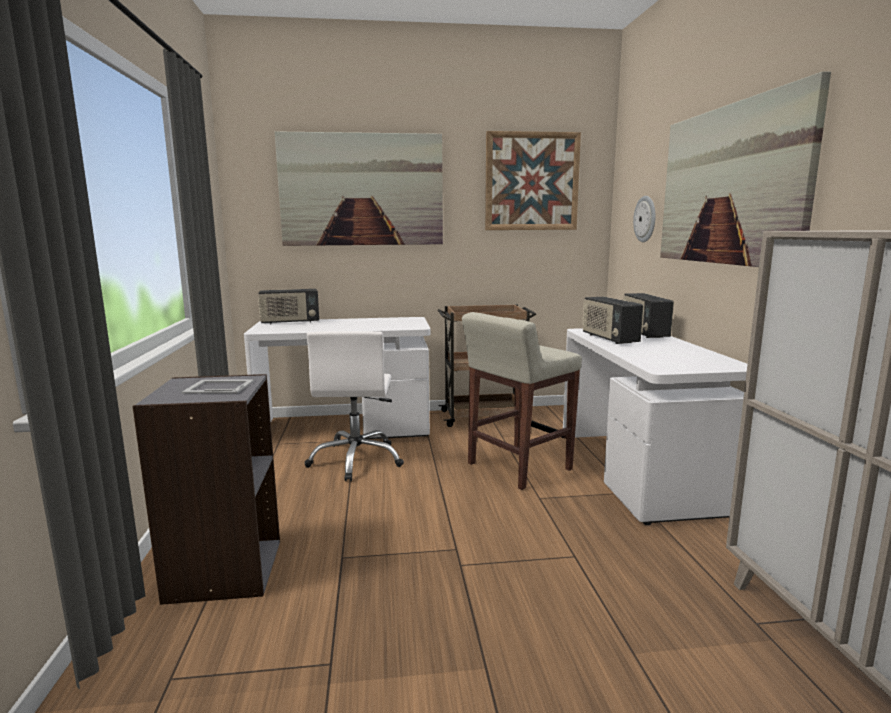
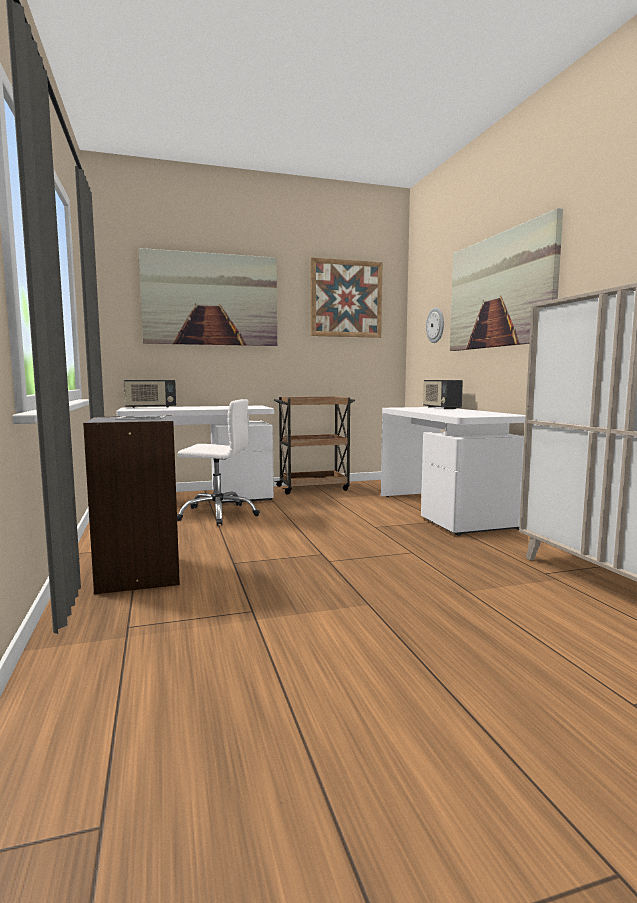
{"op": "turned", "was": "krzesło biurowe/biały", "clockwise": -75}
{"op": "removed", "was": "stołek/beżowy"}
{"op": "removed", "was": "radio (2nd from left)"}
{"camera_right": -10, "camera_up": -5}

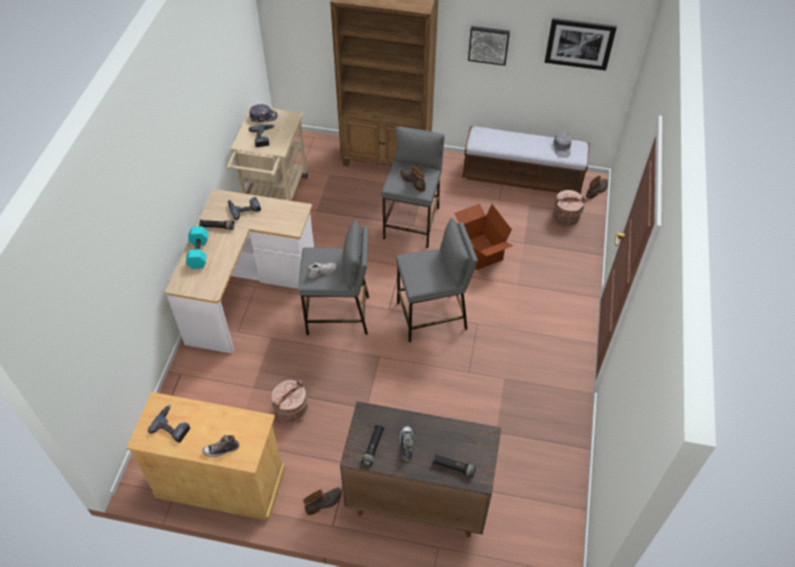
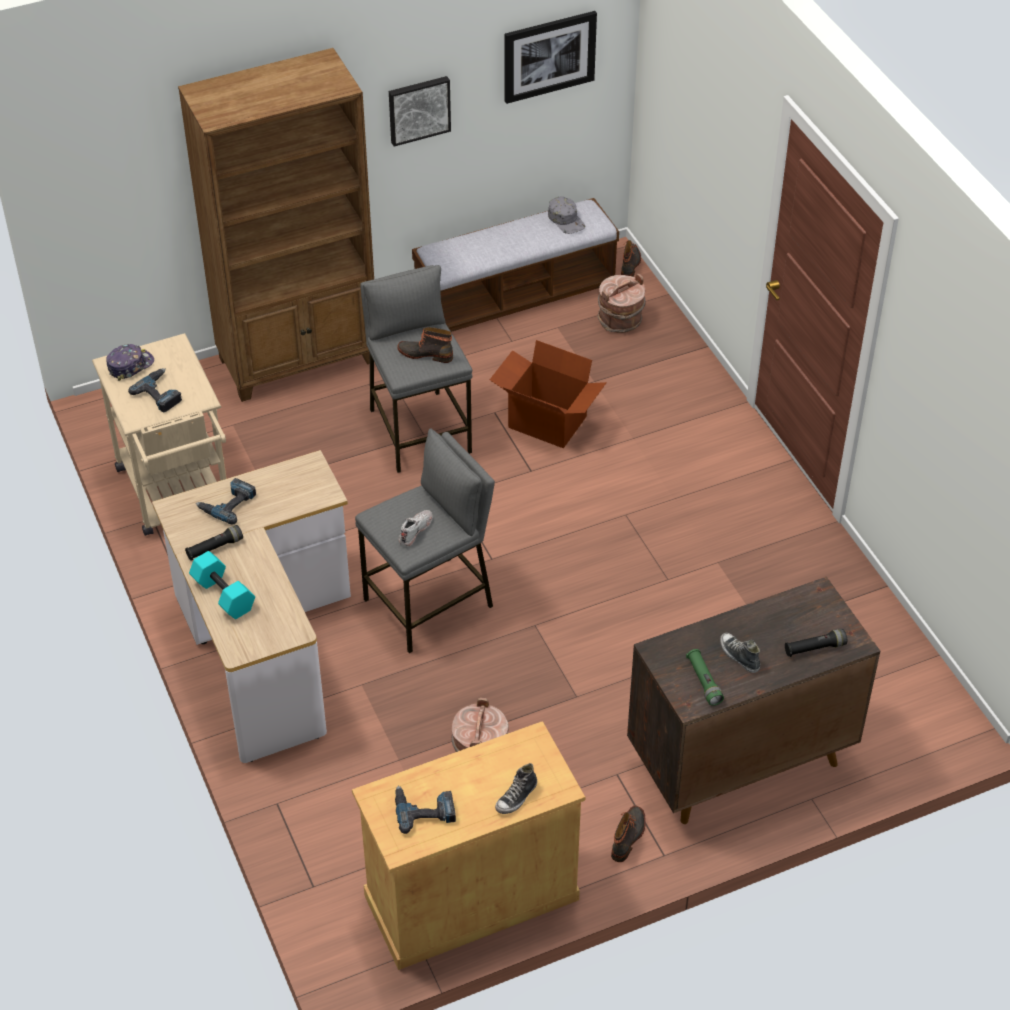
{"op": "recoloured", "was": "latarka/czarny (2nd from left)", "now": "latarka/zielony"}
{"op": "removed", "was": "stołek/szary (3rd from left)"}
{"camera_right": -35, "camera_up": -5}

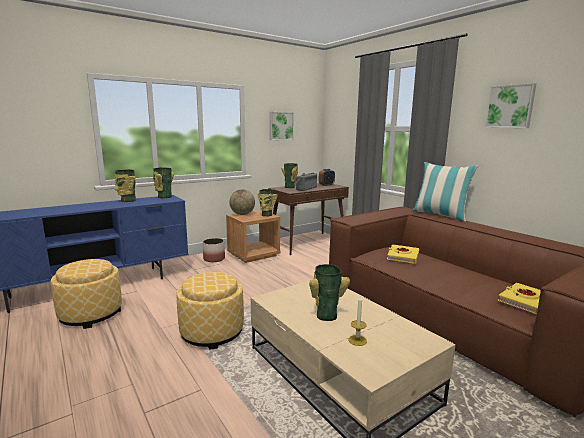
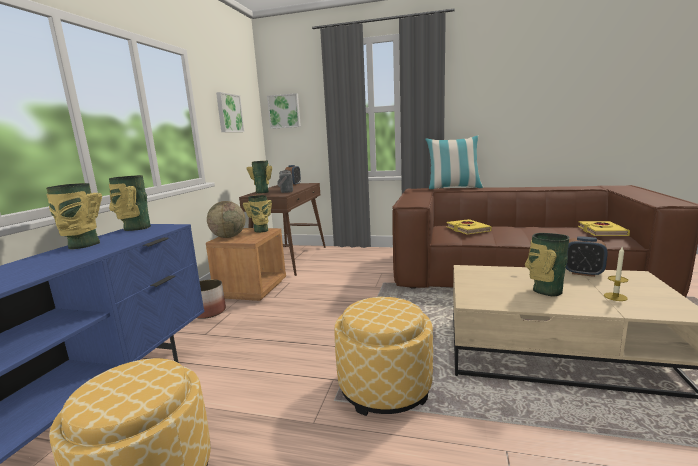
{"op": "moved", "was": "obraz (2nd from left)"}
{"op": "added", "now": "budzik (2nd from left)"}
{"camera_right": -40, "camera_up": 0}

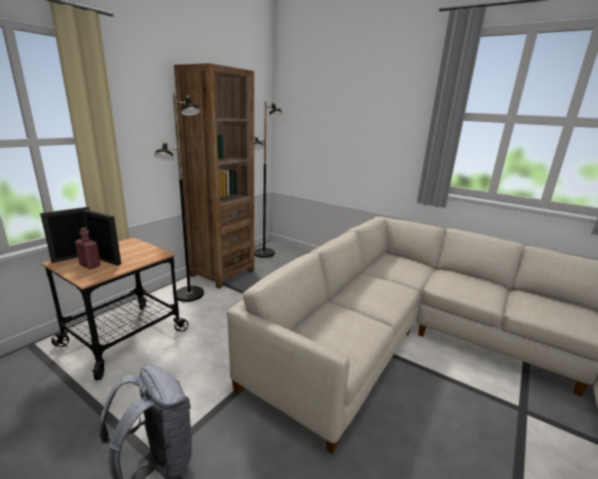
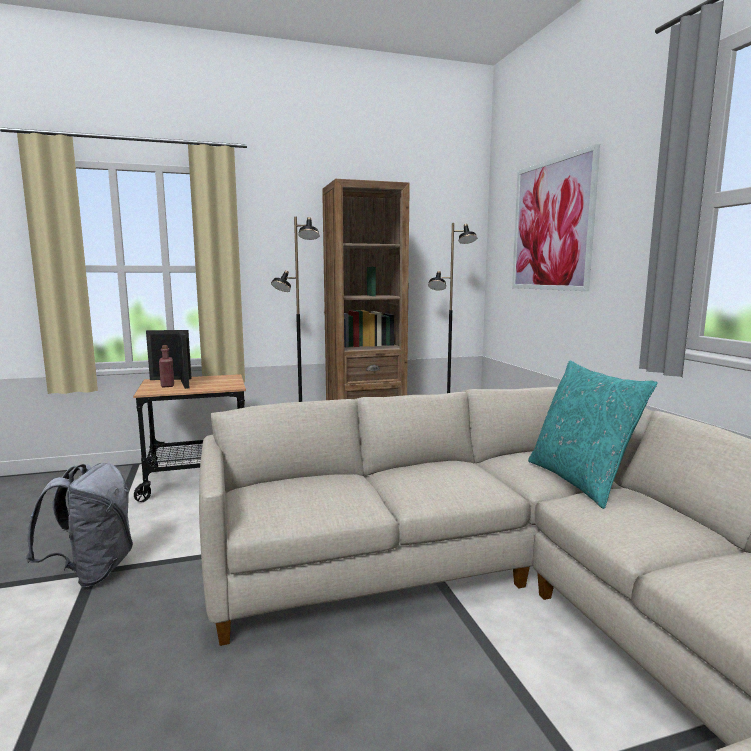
{"op": "added", "now": "obraz"}
{"op": "added", "now": "poduszka/turkusowy"}
{"camera_right": 40, "camera_up": -10}

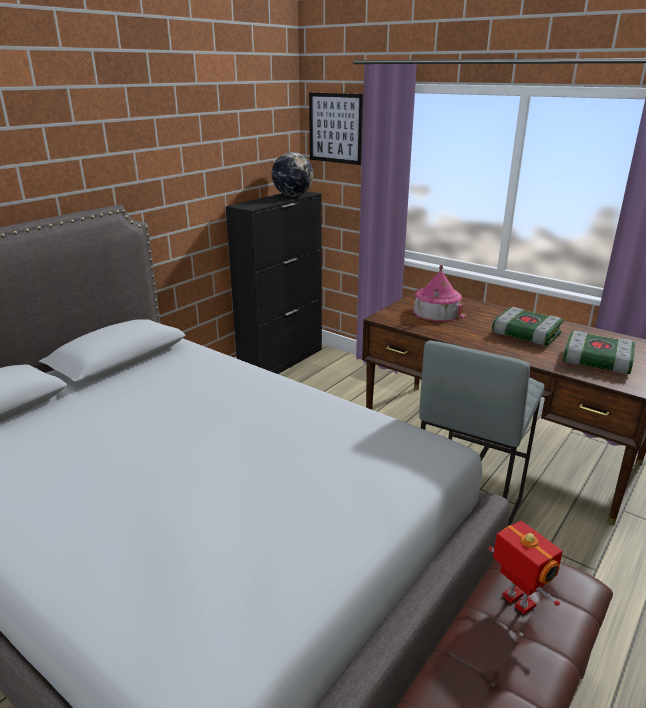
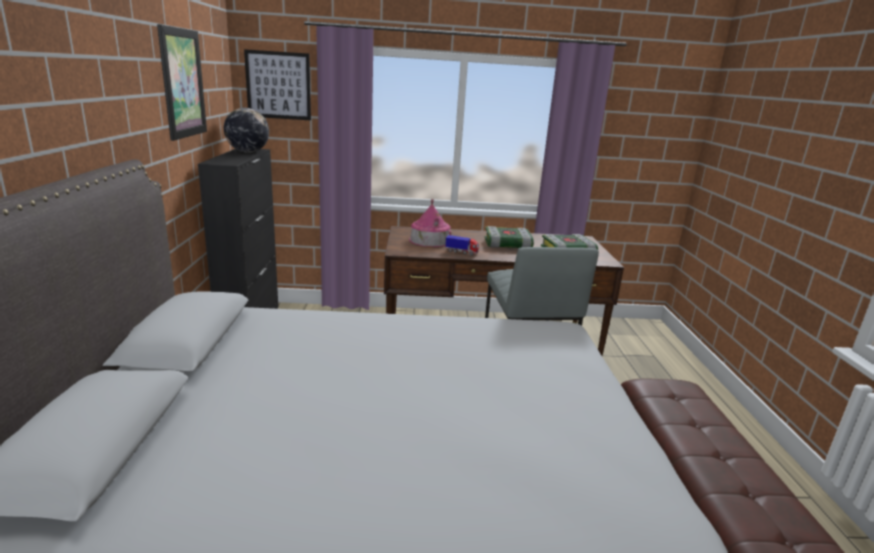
{"op": "removed", "was": "robot zabawkowy"}
{"op": "added", "now": "obraz (1st from left)"}
{"op": "added", "now": "ciężarówka zabawkowa"}
{"camera_right": -40, "camera_up": -5}

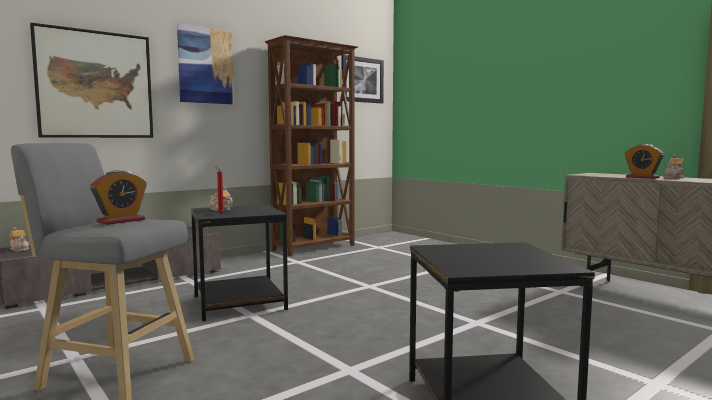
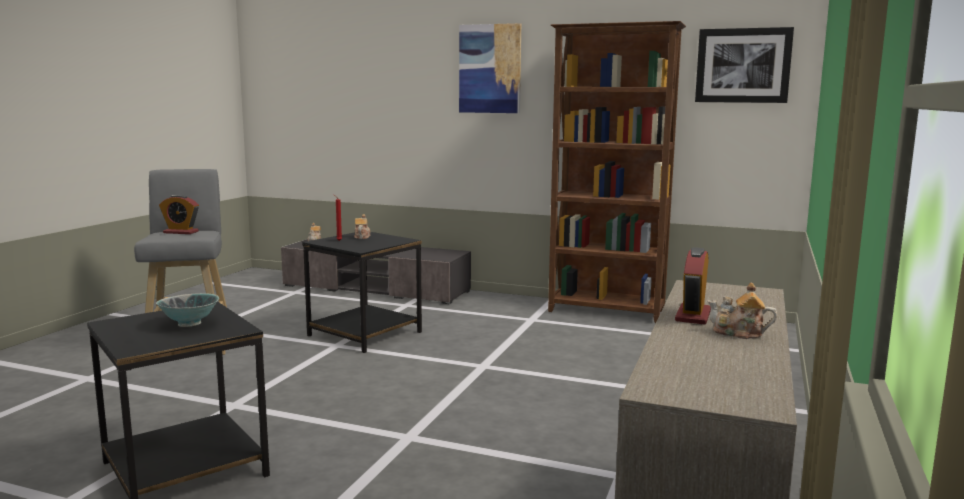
{"op": "removed", "was": "obraz (1st from left)"}
{"op": "added", "now": "miska"}
{"camera_right": 60, "camera_up": 5}

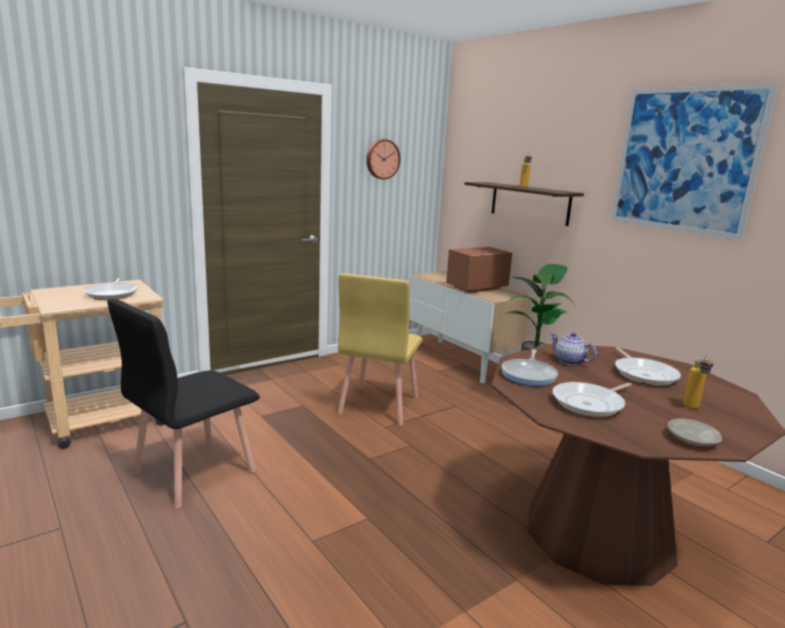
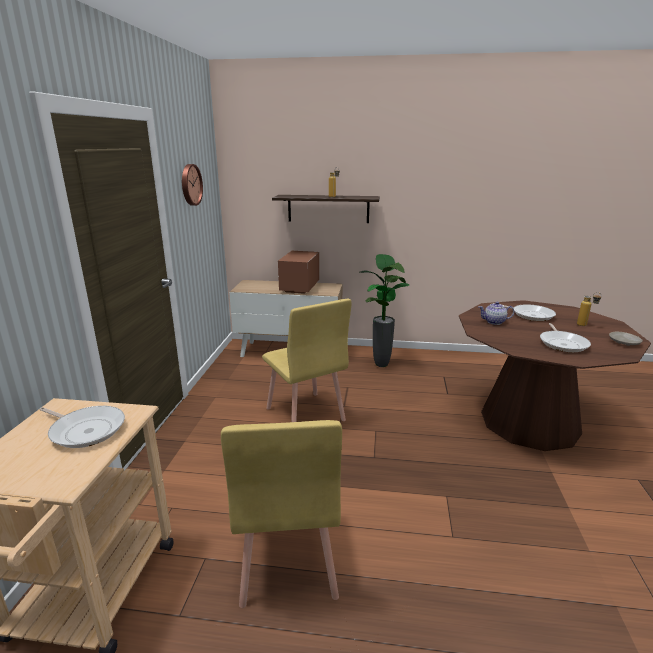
{"op": "recoloured", "was": "krzesło/czarny", "now": "krzesło/żółty (1st from left)"}
{"op": "removed", "was": "patelnia (2nd from left)"}
{"op": "removed", "was": "obraz"}
{"camera_right": -45, "camera_up": 5}

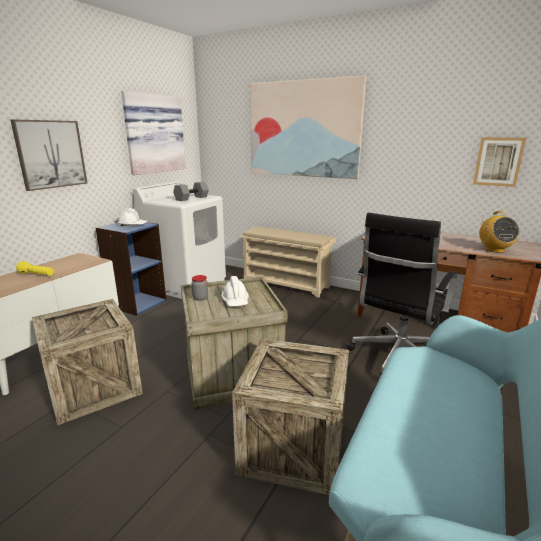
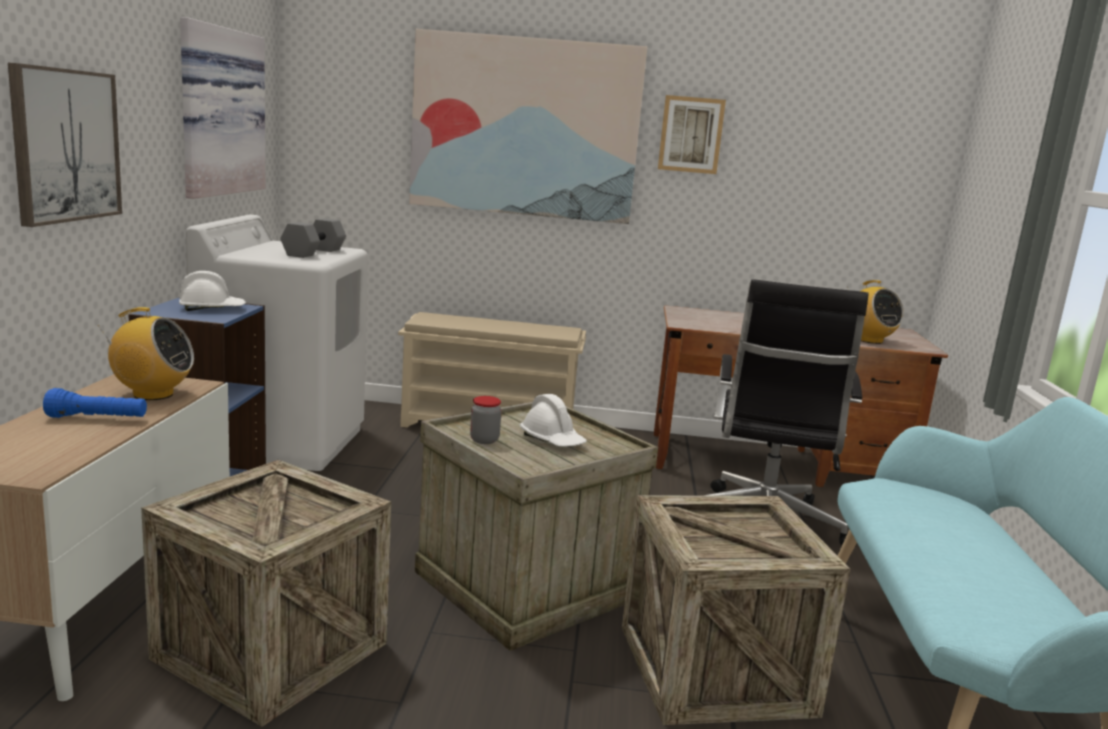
{"op": "recoloured", "was": "latarka/żółty", "now": "latarka/niebieski"}
{"op": "moved", "was": "obraz (4th from left)"}
{"op": "added", "now": "radio (1st from left)"}
{"camera_right": -25, "camera_up": -5}

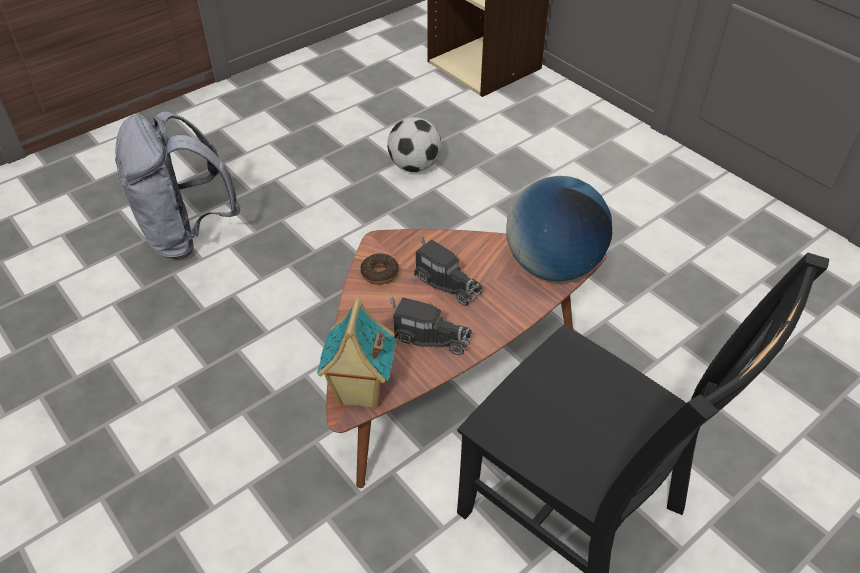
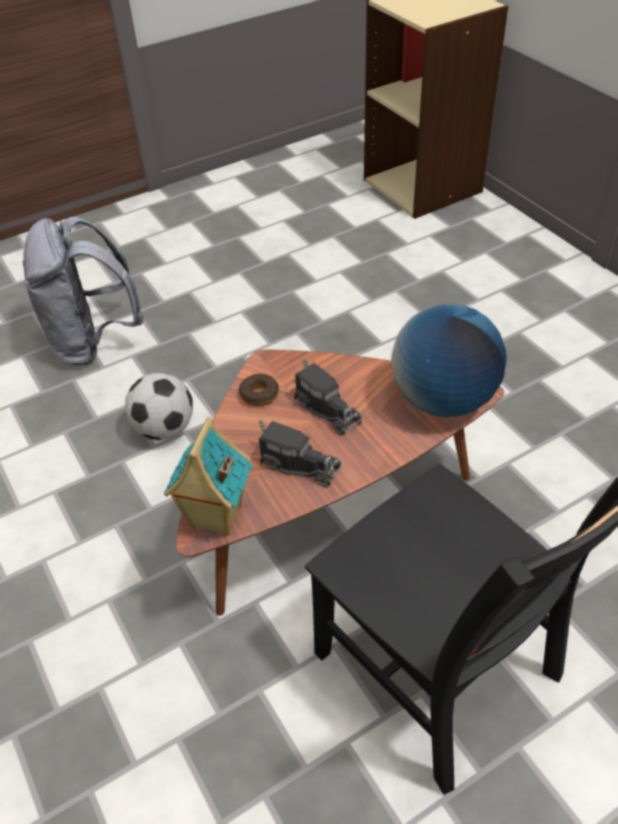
{"op": "moved", "was": "piłka futbolowa"}
{"camera_right": 10, "camera_up": 0}

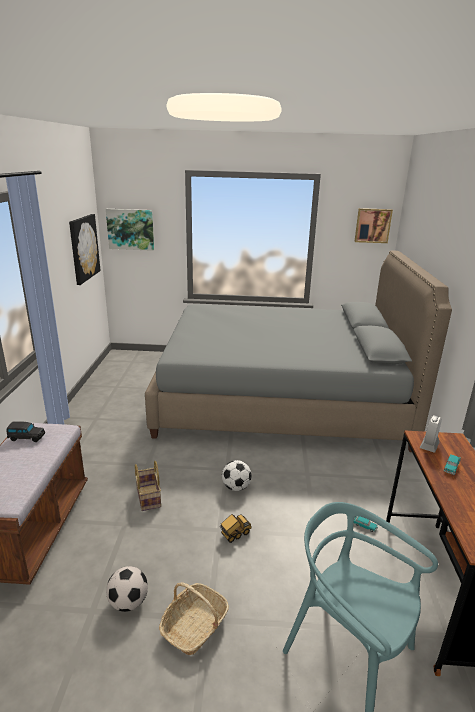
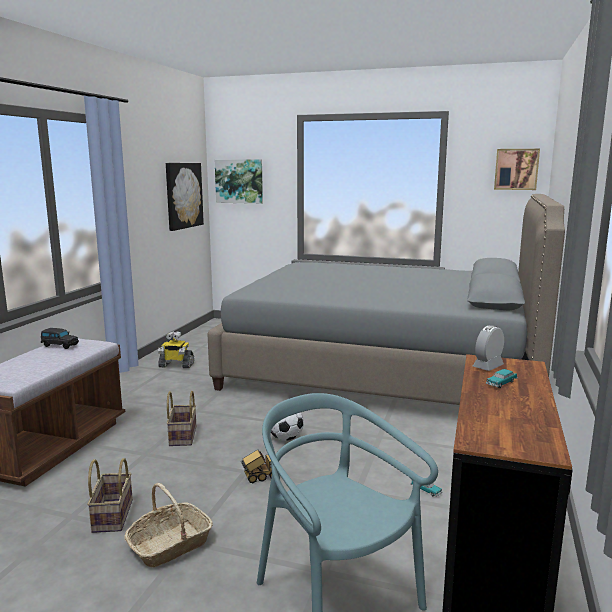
{"op": "replaced", "was": "piłka futbolowa (1st from left)", "now": "koszyk (1st from left)"}
{"op": "added", "now": "robot zabawkowy"}
{"camera_right": 15, "camera_up": -10}

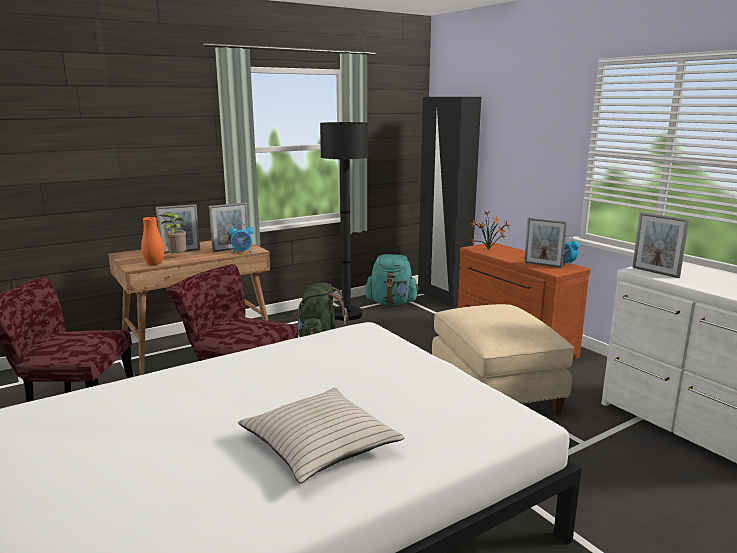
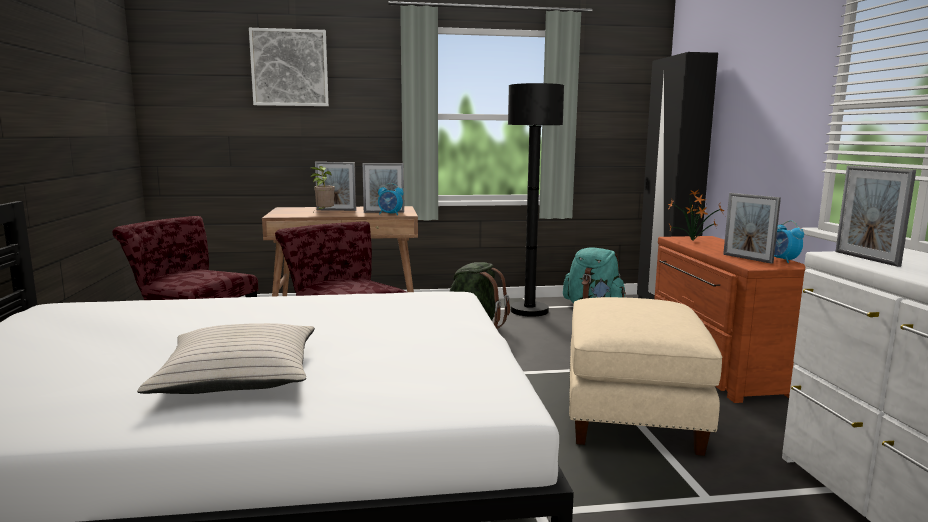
{"op": "removed", "was": "wazon/pomarańczowy"}
{"op": "added", "now": "obraz"}
{"camera_right": 25, "camera_up": -5}

